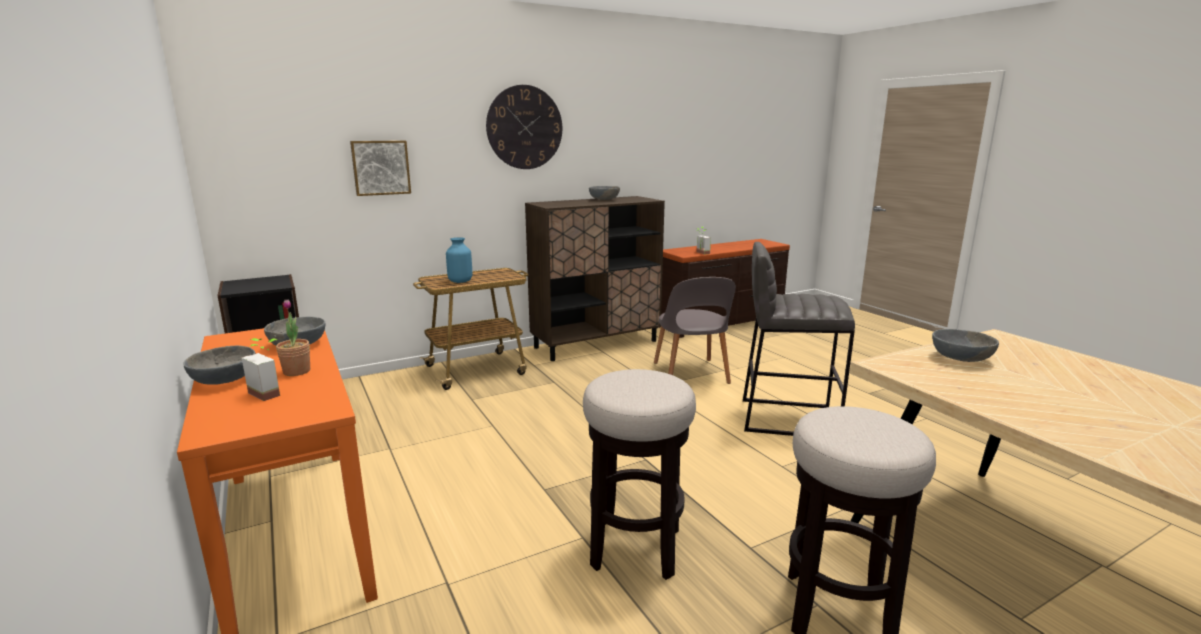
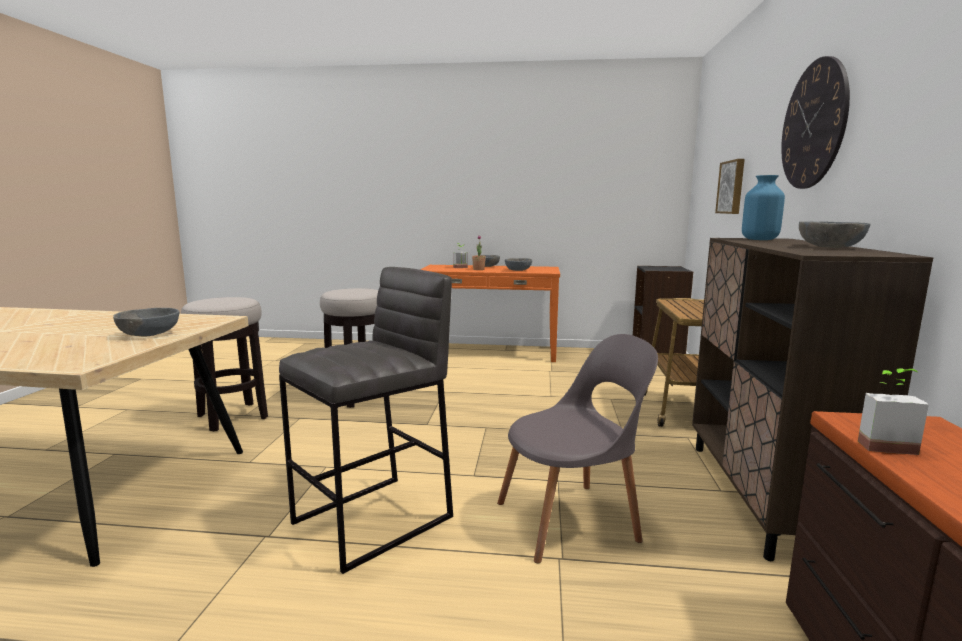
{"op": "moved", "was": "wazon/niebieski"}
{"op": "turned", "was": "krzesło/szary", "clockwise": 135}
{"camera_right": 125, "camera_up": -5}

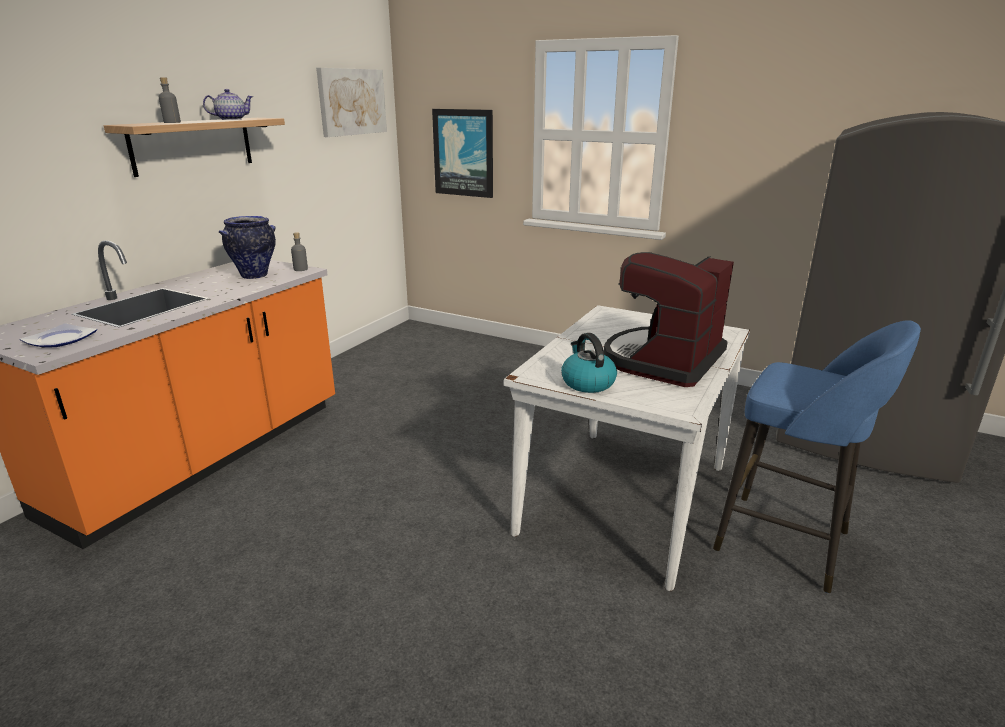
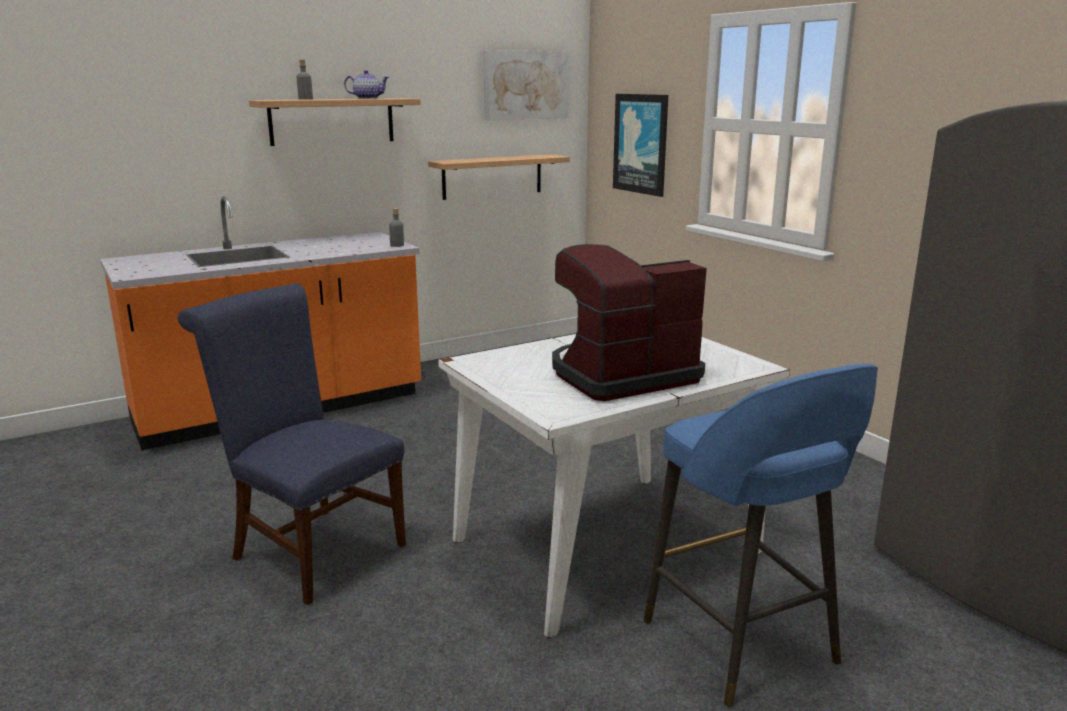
{"op": "removed", "was": "talerz"}
{"op": "removed", "was": "wazon"}
{"op": "removed", "was": "czajnik"}
{"op": "added", "now": "krzesło/niebieski"}
{"op": "added", "now": "półka (2nd from left)"}
{"camera_right": 30, "camera_up": -5}

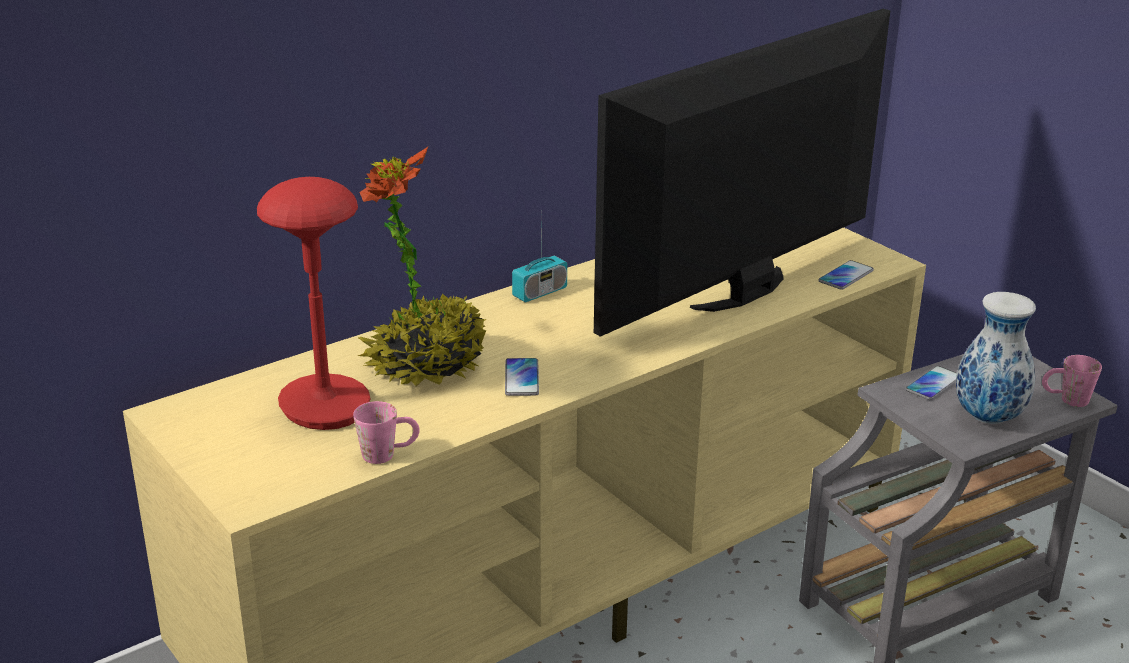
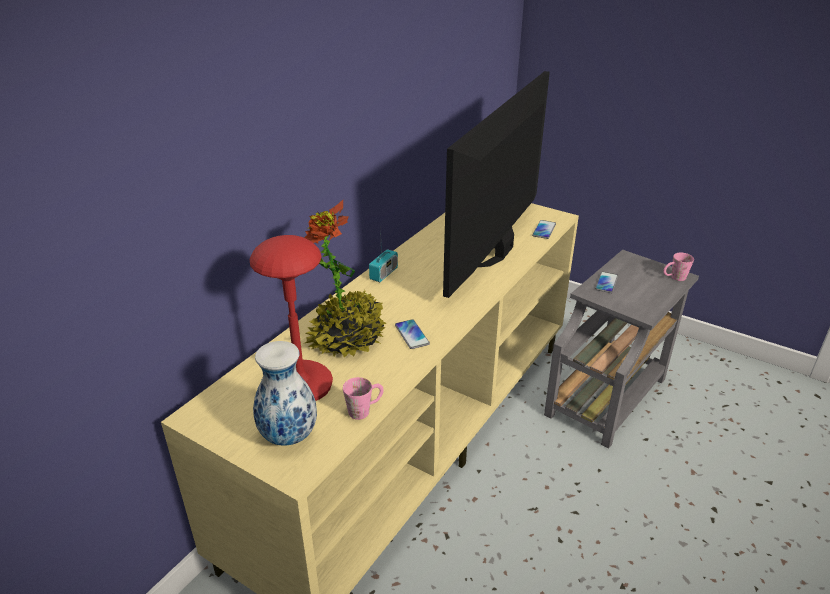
{"op": "moved", "was": "wazon"}
{"camera_right": -20, "camera_up": 5}

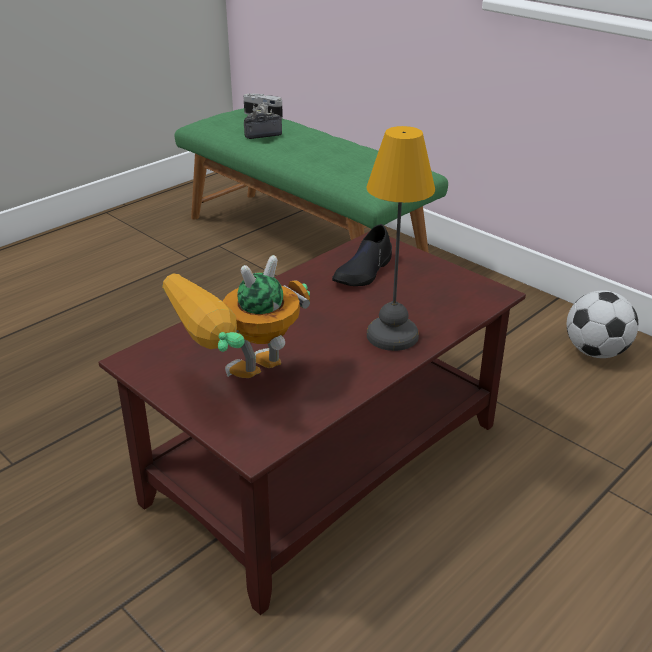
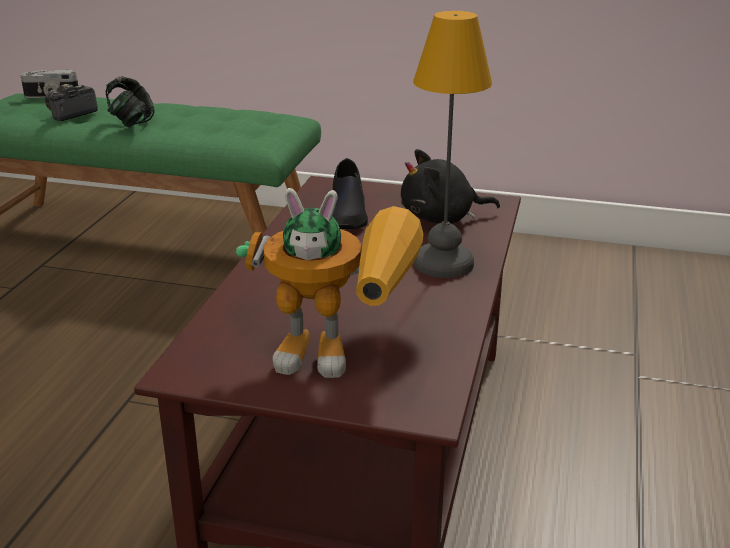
{"op": "turned", "was": "robot zabawkowy", "clockwise": -105}
{"op": "removed", "was": "piłka futbolowa"}
{"op": "added", "now": "słuchawki"}
{"op": "added", "now": "pluszak/czarny"}
{"camera_right": -30, "camera_up": -5}

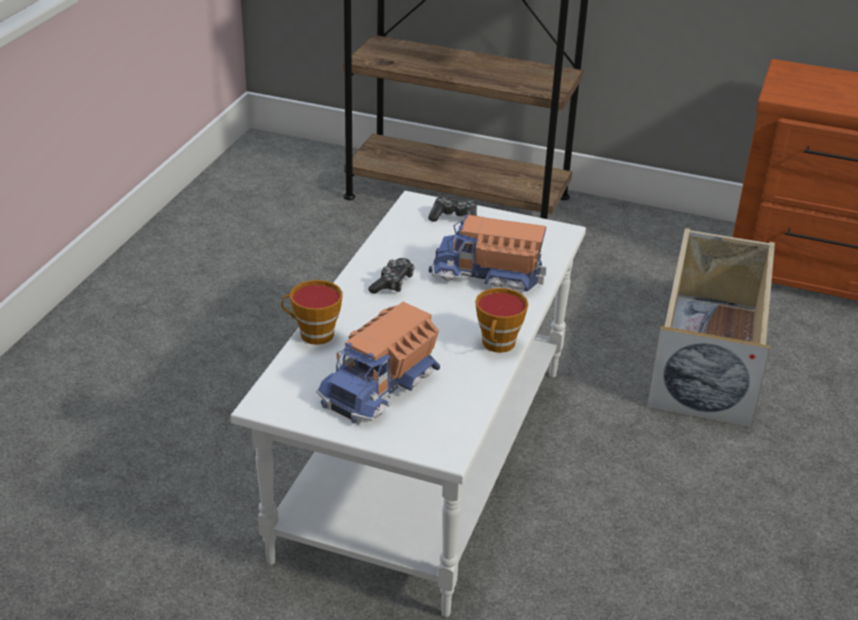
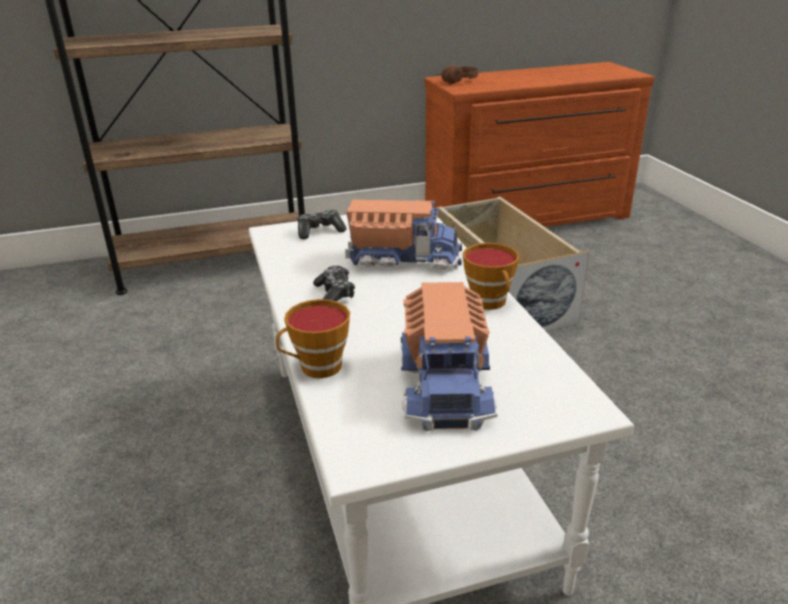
{"op": "turned", "was": "ciężarówka zabawkowa (2nd from left in the first image)", "clockwise": -150}
{"op": "added", "now": "słuchawki/brązowy"}
{"camera_right": -35, "camera_up": -5}

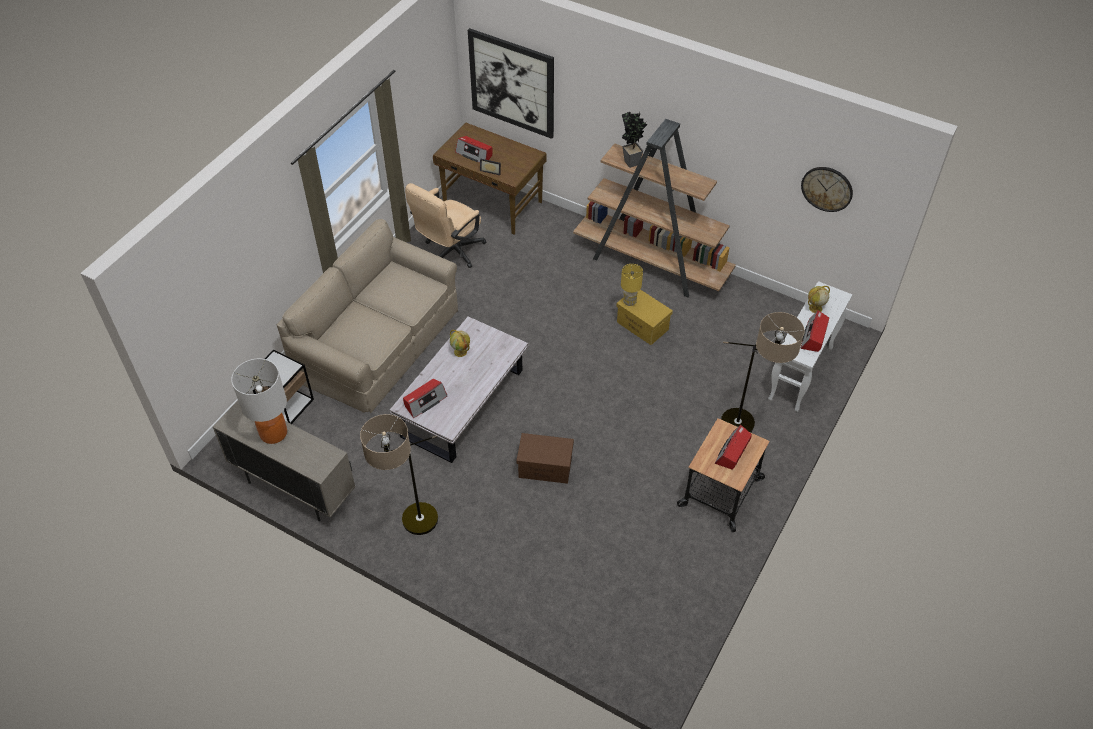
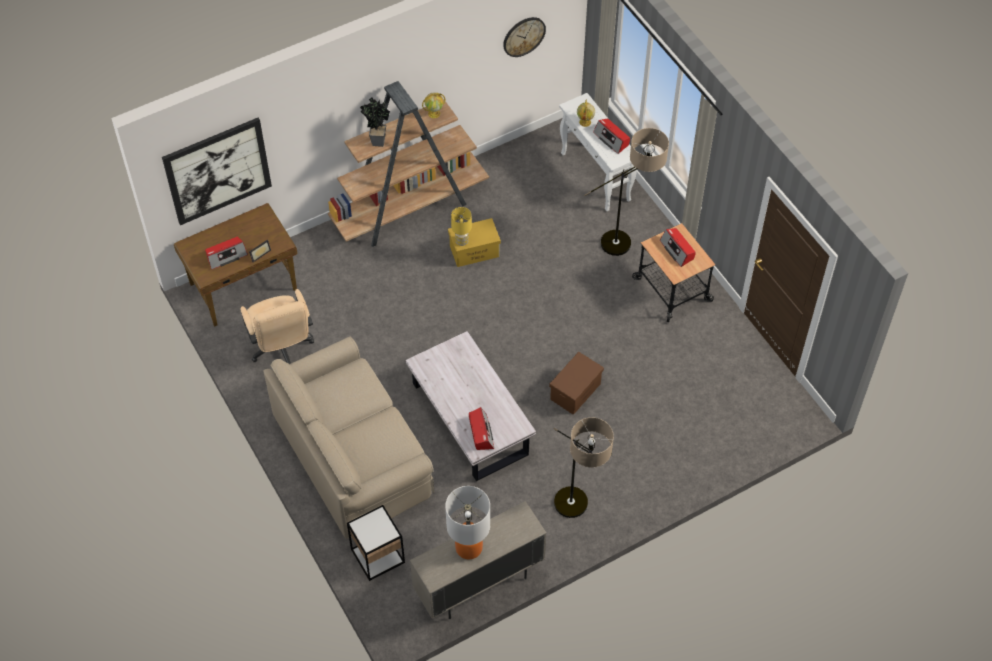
{"op": "moved", "was": "globus (1st from left)"}
{"camera_right": -60, "camera_up": 5}

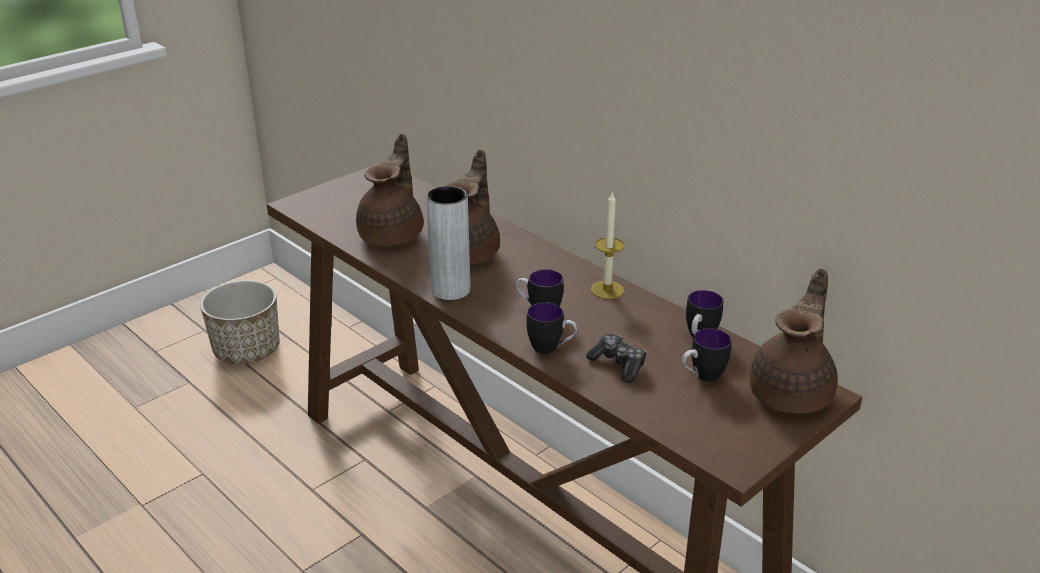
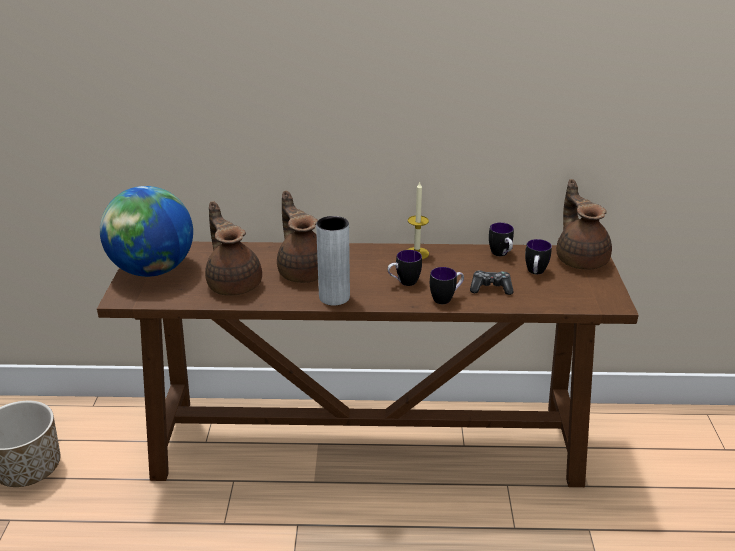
{"op": "added", "now": "globus"}
{"camera_right": -45, "camera_up": 0}

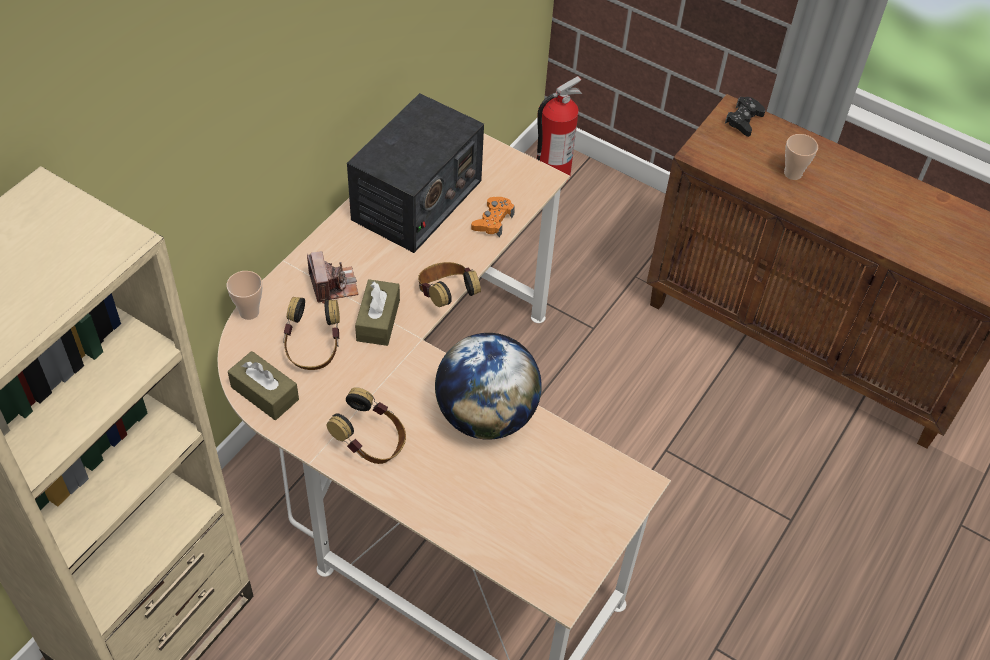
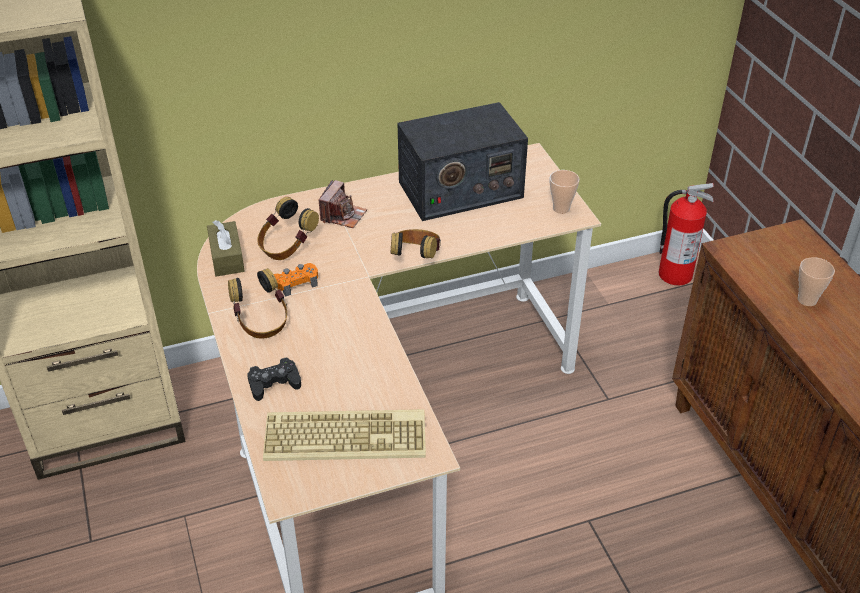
{"op": "moved", "was": "filiżanka (1st from left)"}
{"op": "removed", "was": "pudełko chusteczek/brązowy (2nd from left)"}
{"op": "removed", "was": "globus"}
{"op": "moved", "was": "pad do gier/pomarańczowy"}
{"op": "moved", "was": "pad do gier/czarny"}
{"op": "added", "now": "klawiatura"}
{"camera_right": 40, "camera_up": -10}

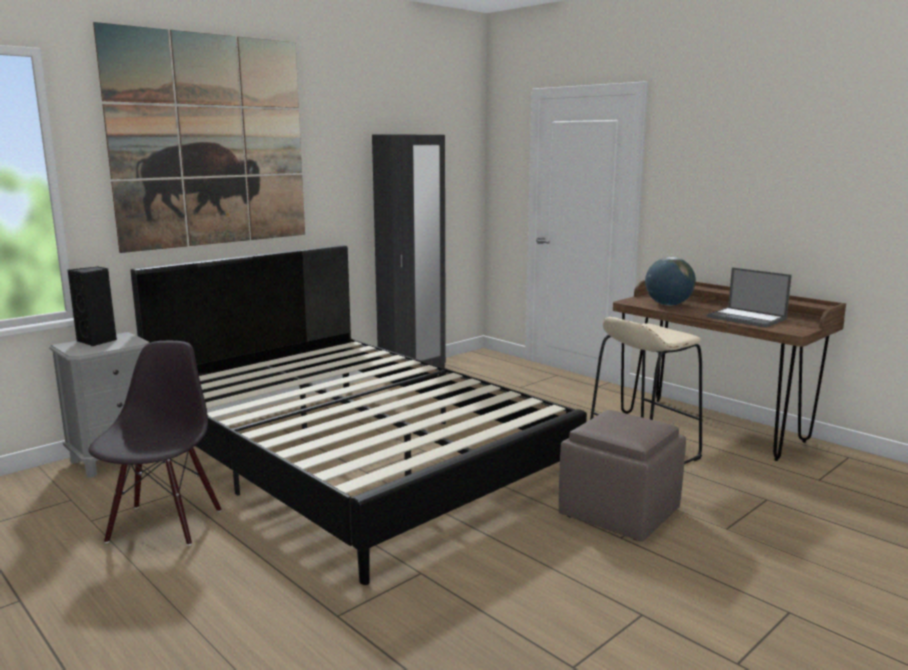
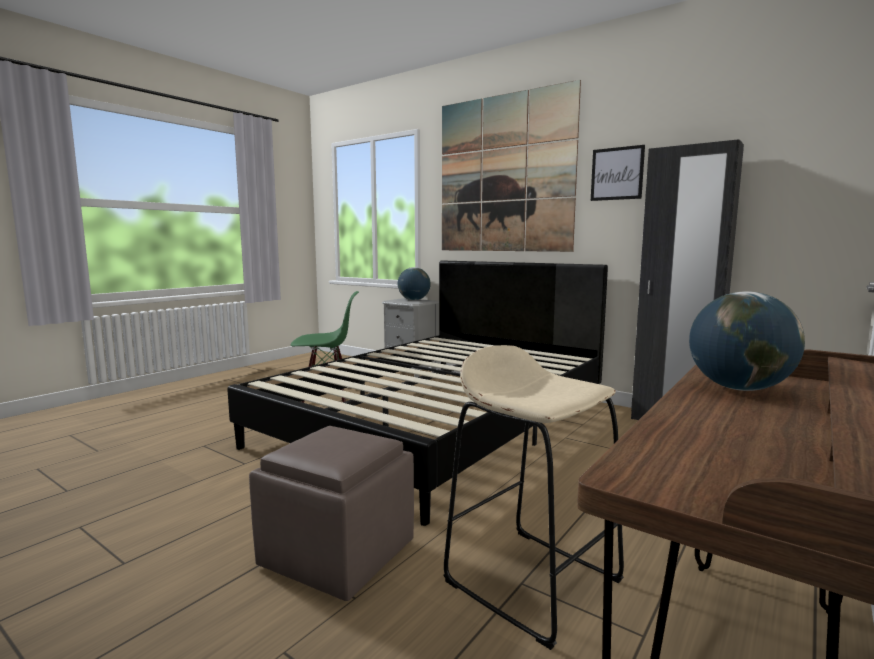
{"op": "replaced", "was": "głośnik/czarny", "now": "globus (1st from left)"}
{"op": "recoloured", "was": "krzesło/czarny", "now": "krzesło/zielony"}
{"op": "removed", "was": "laptop"}
{"op": "added", "now": "obraz (2nd from left)"}
{"camera_right": 80, "camera_up": -5}

